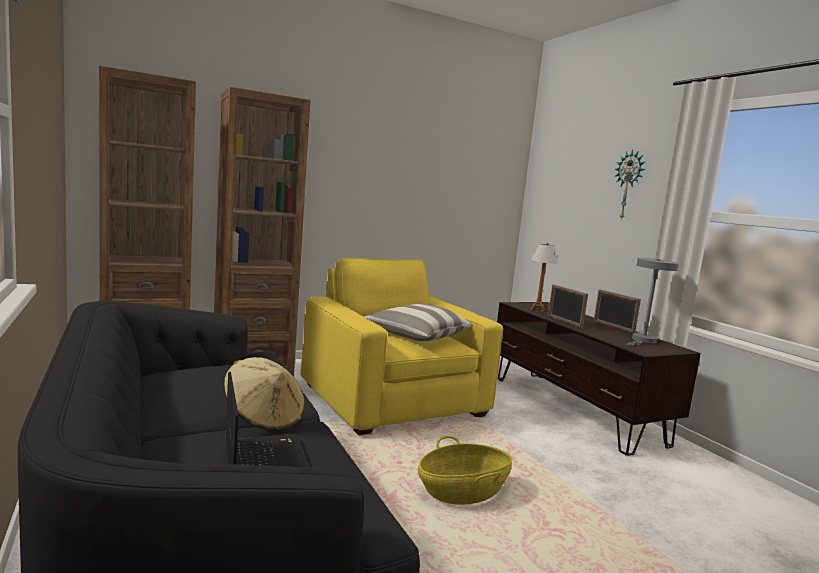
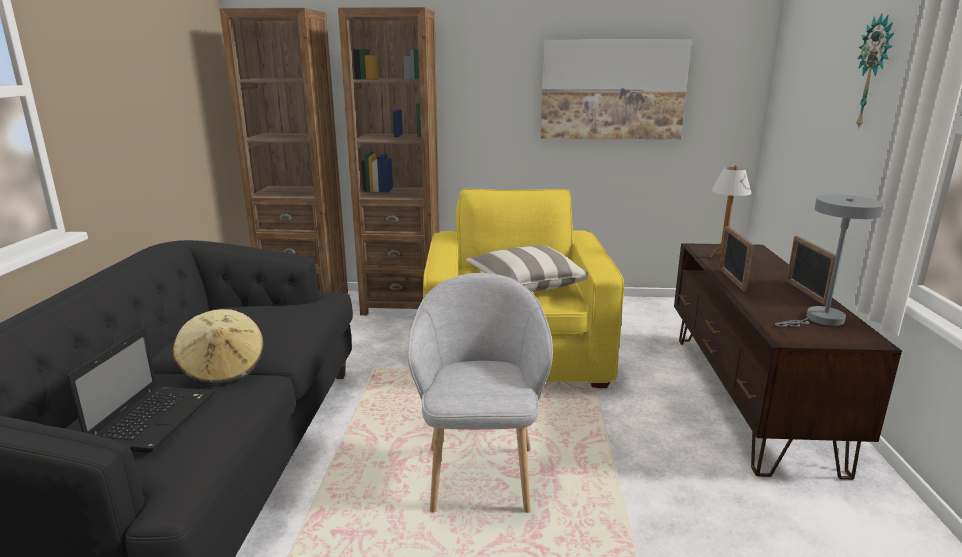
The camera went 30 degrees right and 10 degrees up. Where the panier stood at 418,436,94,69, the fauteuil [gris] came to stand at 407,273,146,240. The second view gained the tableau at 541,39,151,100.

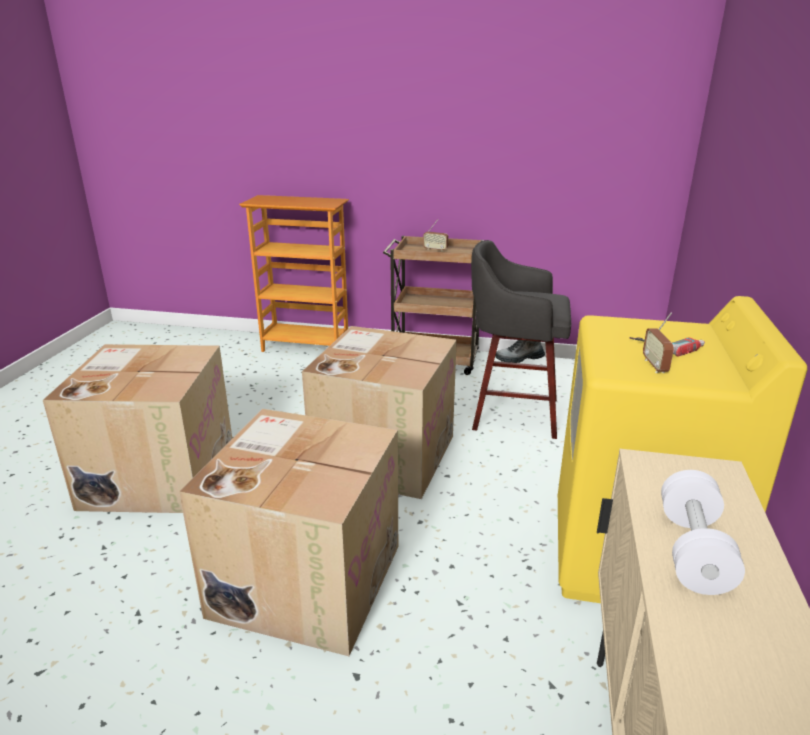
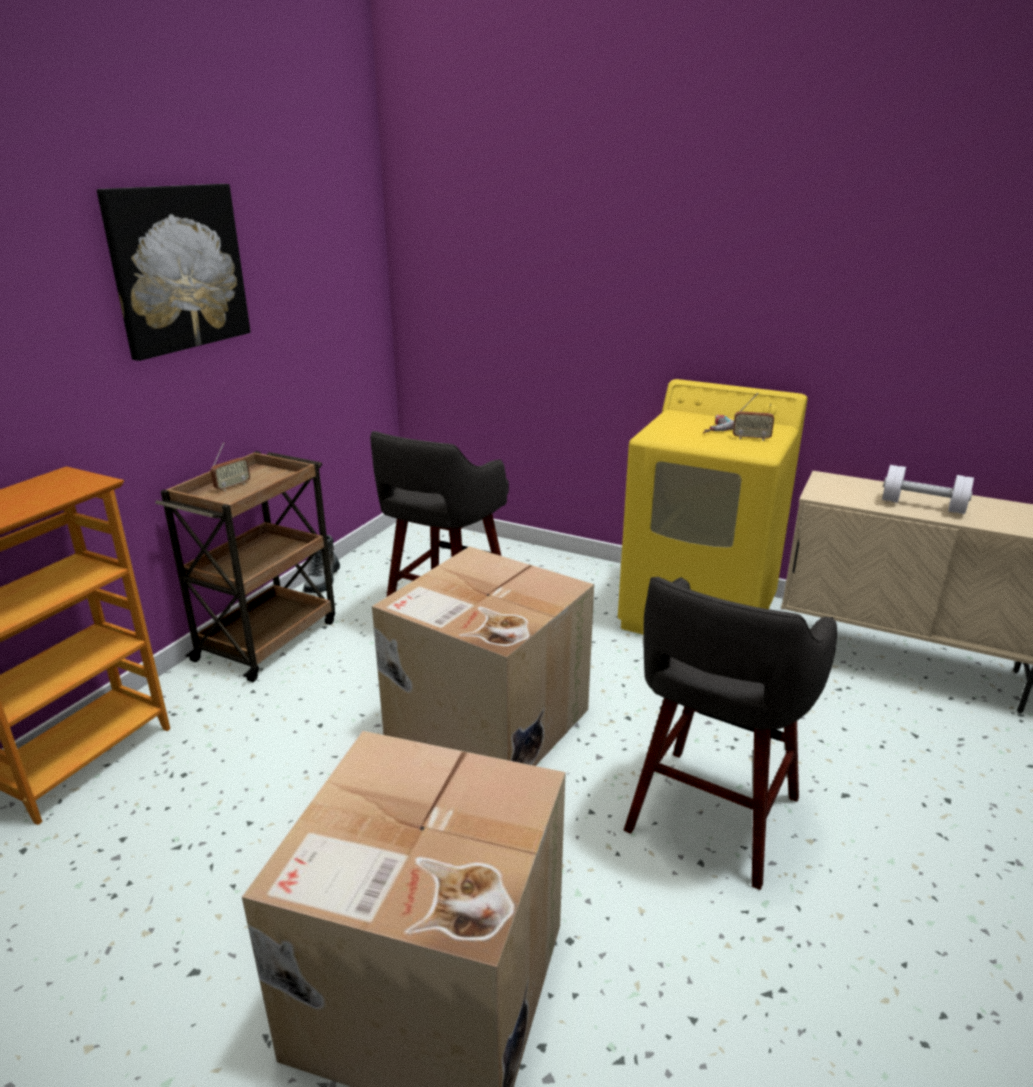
The camera went 75 degrees left and 0 degrees up. The second view gained the tableau at 97,184,153,177. Where the carton stood at 179,409,219,247, the tabouret [gris] came to stand at 624,577,213,313.

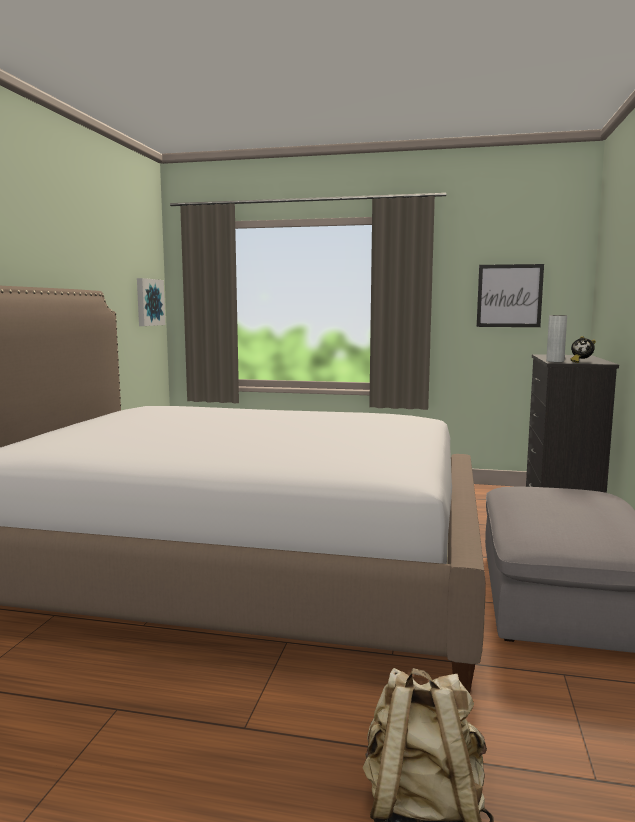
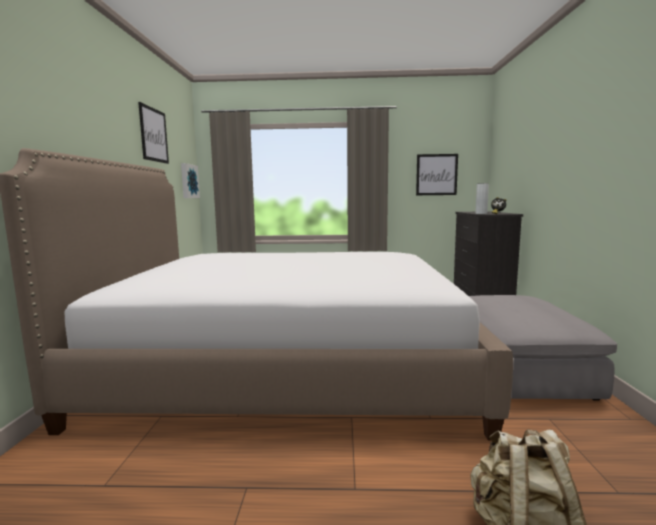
The camera went 10 degrees left and 0 degrees up. The second view gained the tableau at 138,102,31,62.

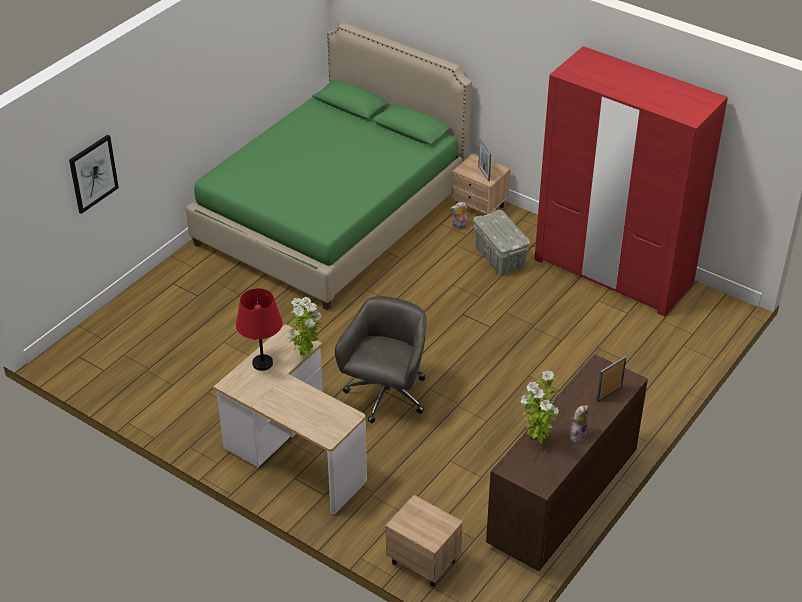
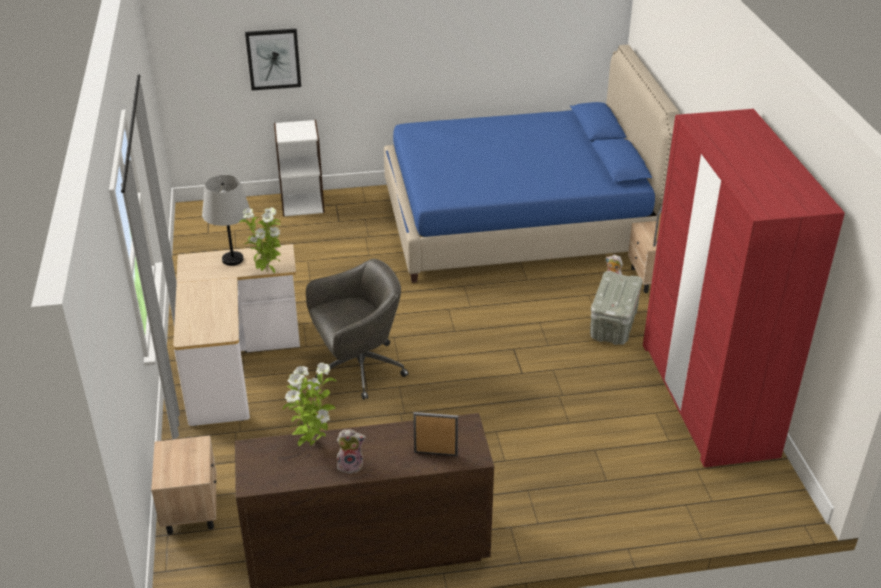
The camera went 45 degrees right and 5 degrees down. What was the lampe de table [rouge] at 236,288,46,83 turned into the lampe de table [gris] at 202,175,48,91. The second view gained the bibliothèque [blanc] at 274,120,51,97. What was the lit [vert] at 186,22,286,288 turned into the lit [bleu] at 384,45,295,238.

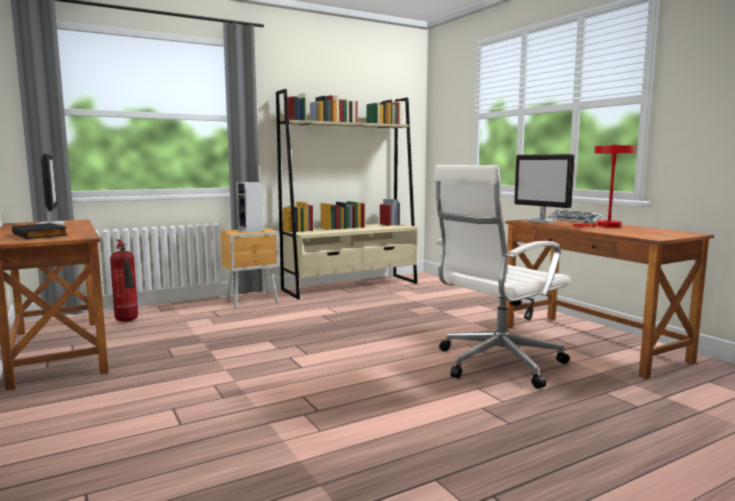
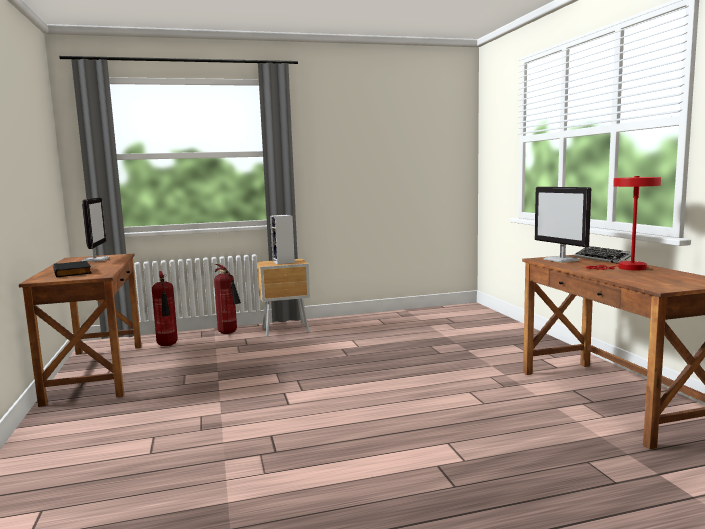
The camera went 15 degrees right and 0 degrees up. The second view gained the extincteur at 214,264,27,70. The second view lost the bibliothèque [beige] at 276,89,142,210. The second view lost the chaise de bureau [blanc] at 433,165,138,224.

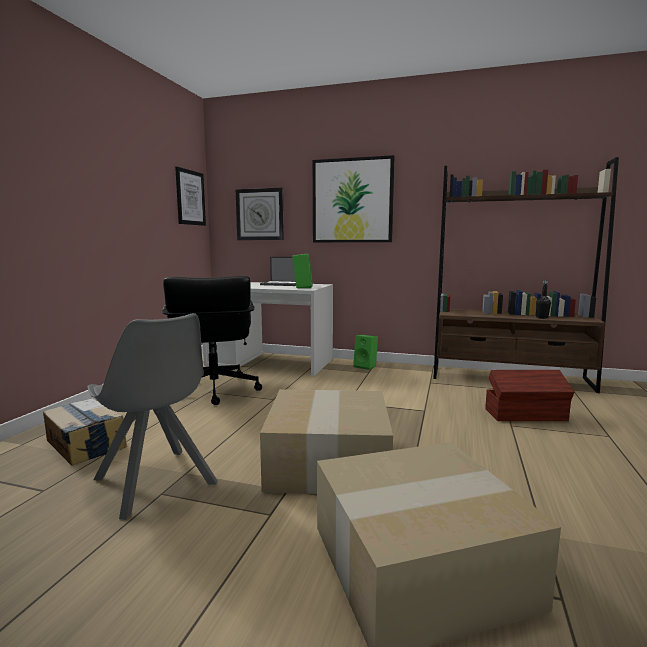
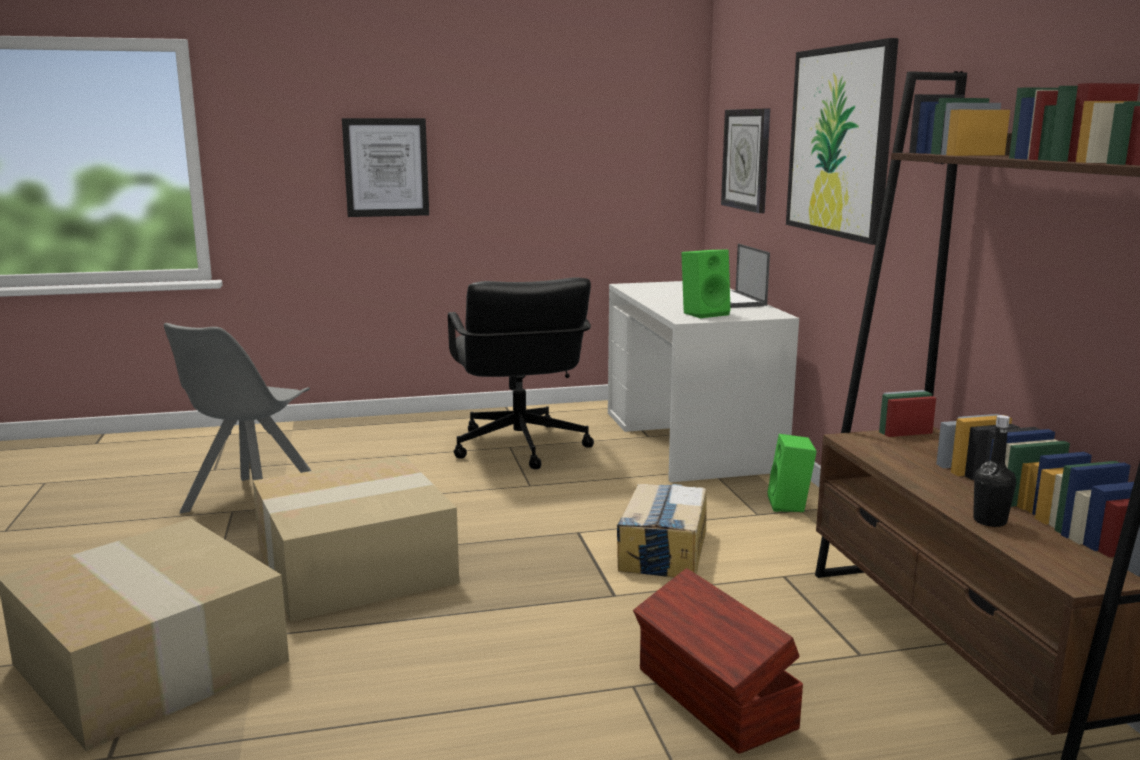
The camera went 60 degrees right and 5 degrees up. The tableau ended up elsewhere, having gone from 175,167,31,59 to 342,118,87,99. The chaise de bureau [noir] at 162,276,100,129 ended up facing another way, 60 degrees counterclockwise from before. The carton ended up elsewhere, having gone from 43,398,84,68 to 617,484,90,93.

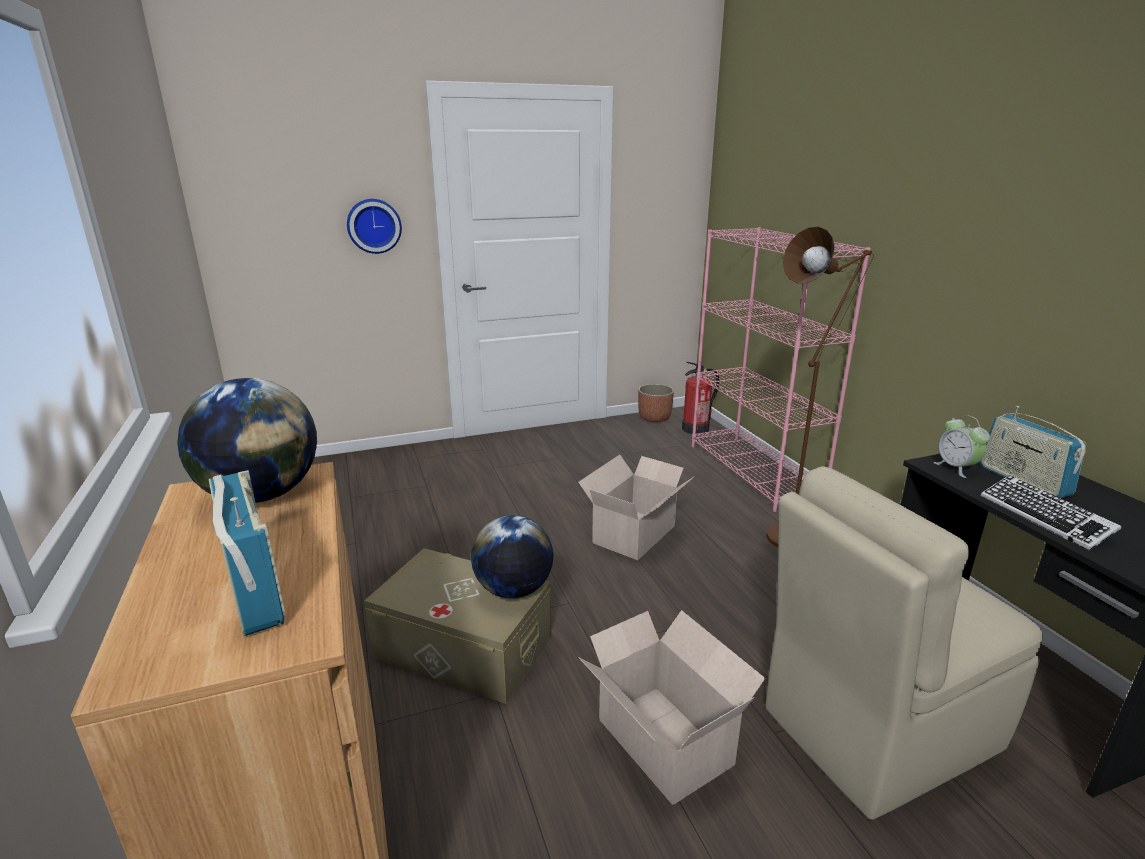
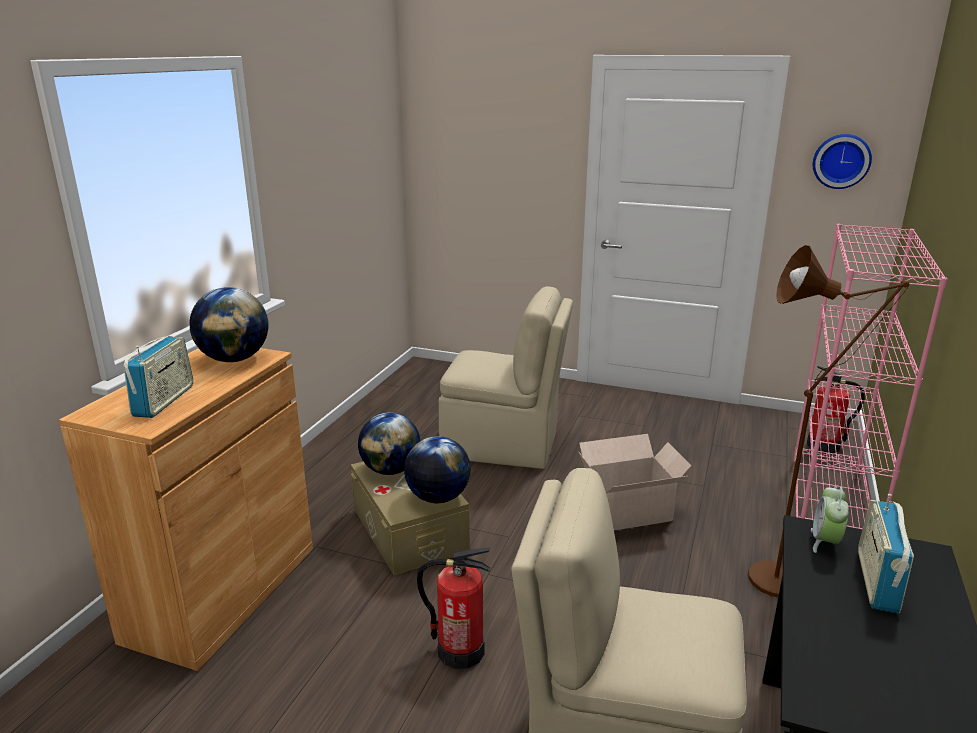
The camera went 40 degrees right and 0 degrees up. The second view gained the globe at 358,412,62,63. Where the carton stood at 578,610,187,195, the extincteur came to stand at 417,548,73,121. The second view gained the chaise [beige] at 439,286,134,183. The horloge murale ended up elsewhere, having gone from 347,199,55,55 to 813,134,59,55. The second view lost the cache-pot at 638,384,36,39. The second view lost the clavier at 981,475,140,76.

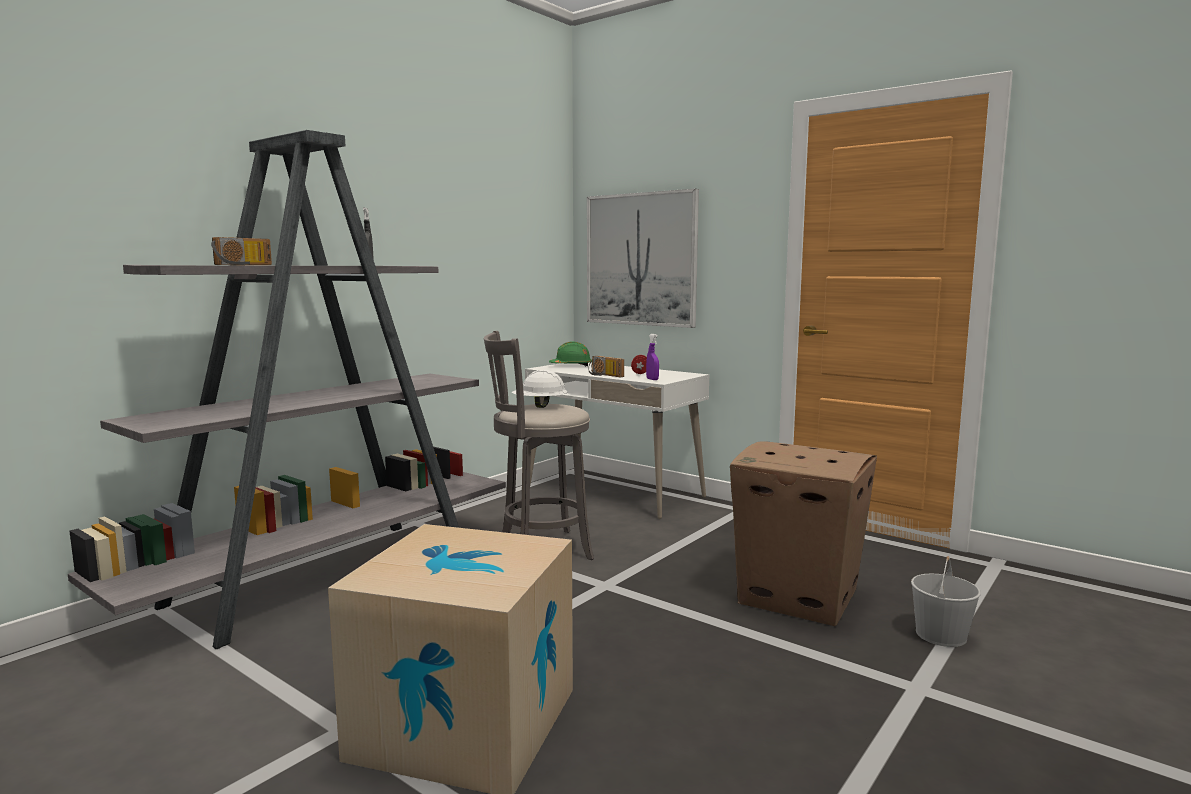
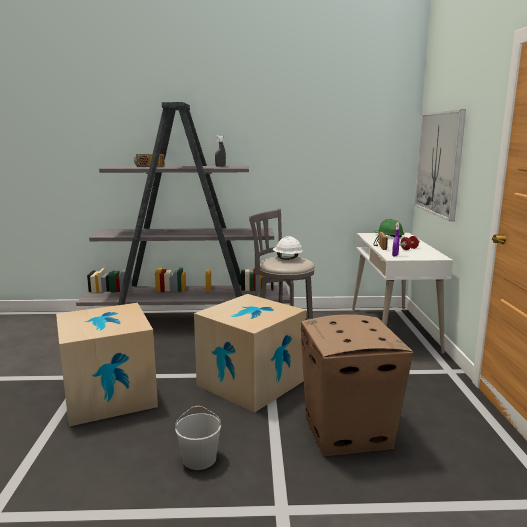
The camera went 50 degrees right and 5 degrees up. The seau [blanc] ended up elsewhere, having gone from 911,556,70,91 to 175,406,46,64. The second view gained the carton at 194,294,112,119.

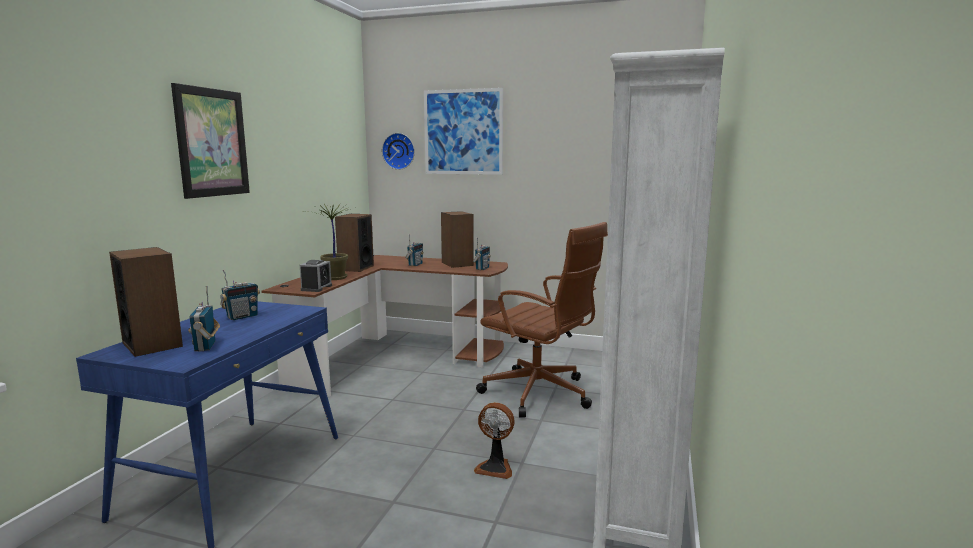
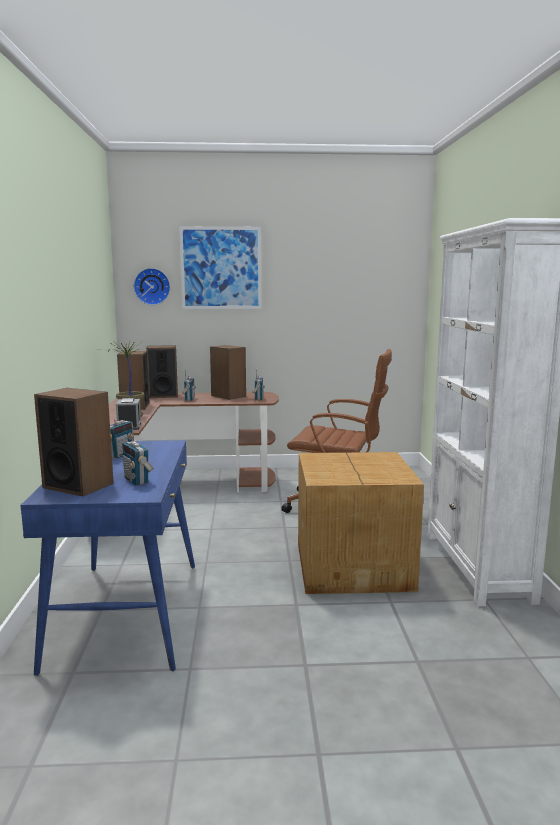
The camera went 20 degrees left and 0 degrees up. The second view gained the enceinte at 146,345,32,53. Where the ventilateur stood at 474,402,41,77, the carton came to stand at 298,452,126,142. The second view lost the tableau at 171,83,79,116.

